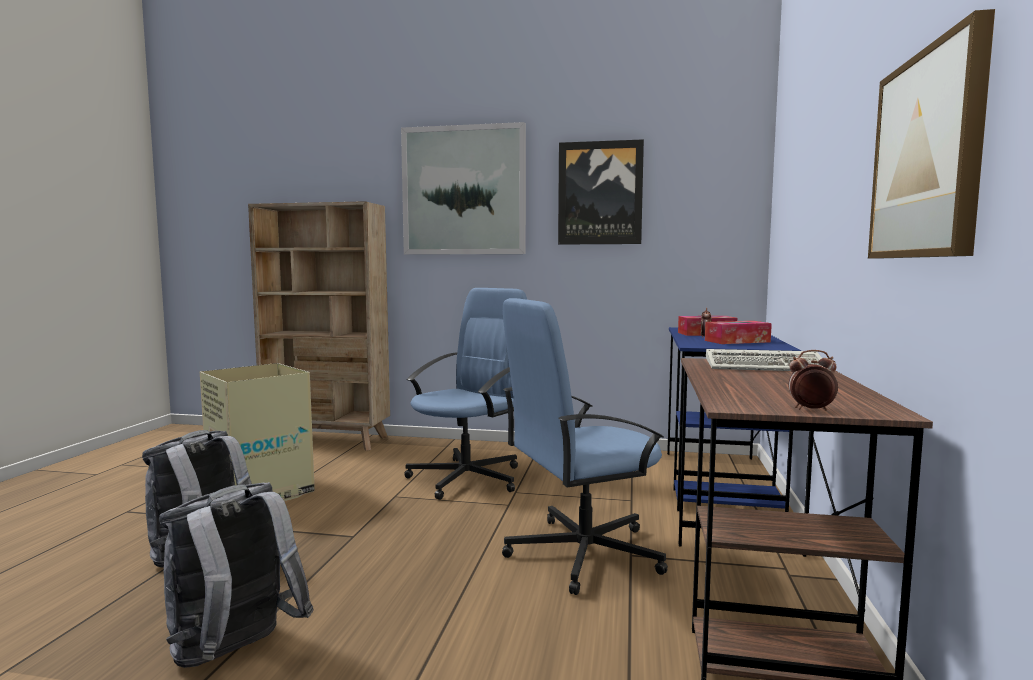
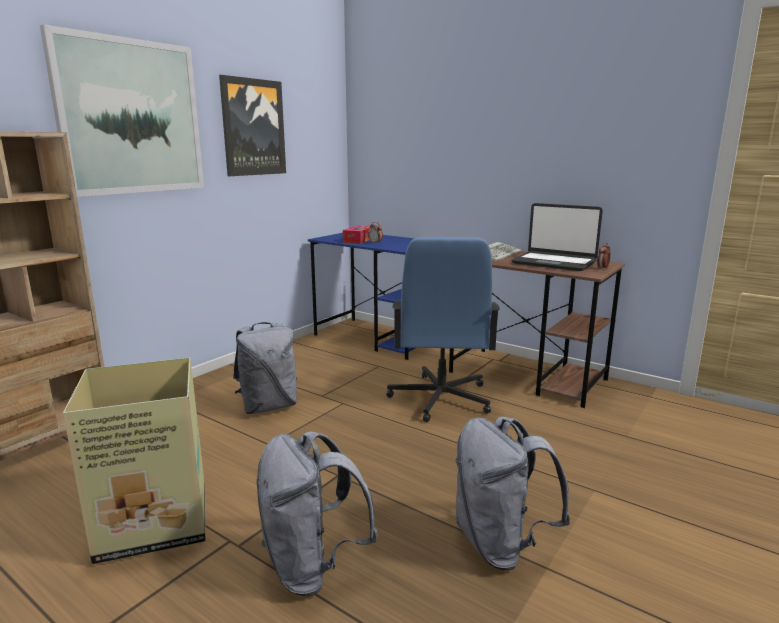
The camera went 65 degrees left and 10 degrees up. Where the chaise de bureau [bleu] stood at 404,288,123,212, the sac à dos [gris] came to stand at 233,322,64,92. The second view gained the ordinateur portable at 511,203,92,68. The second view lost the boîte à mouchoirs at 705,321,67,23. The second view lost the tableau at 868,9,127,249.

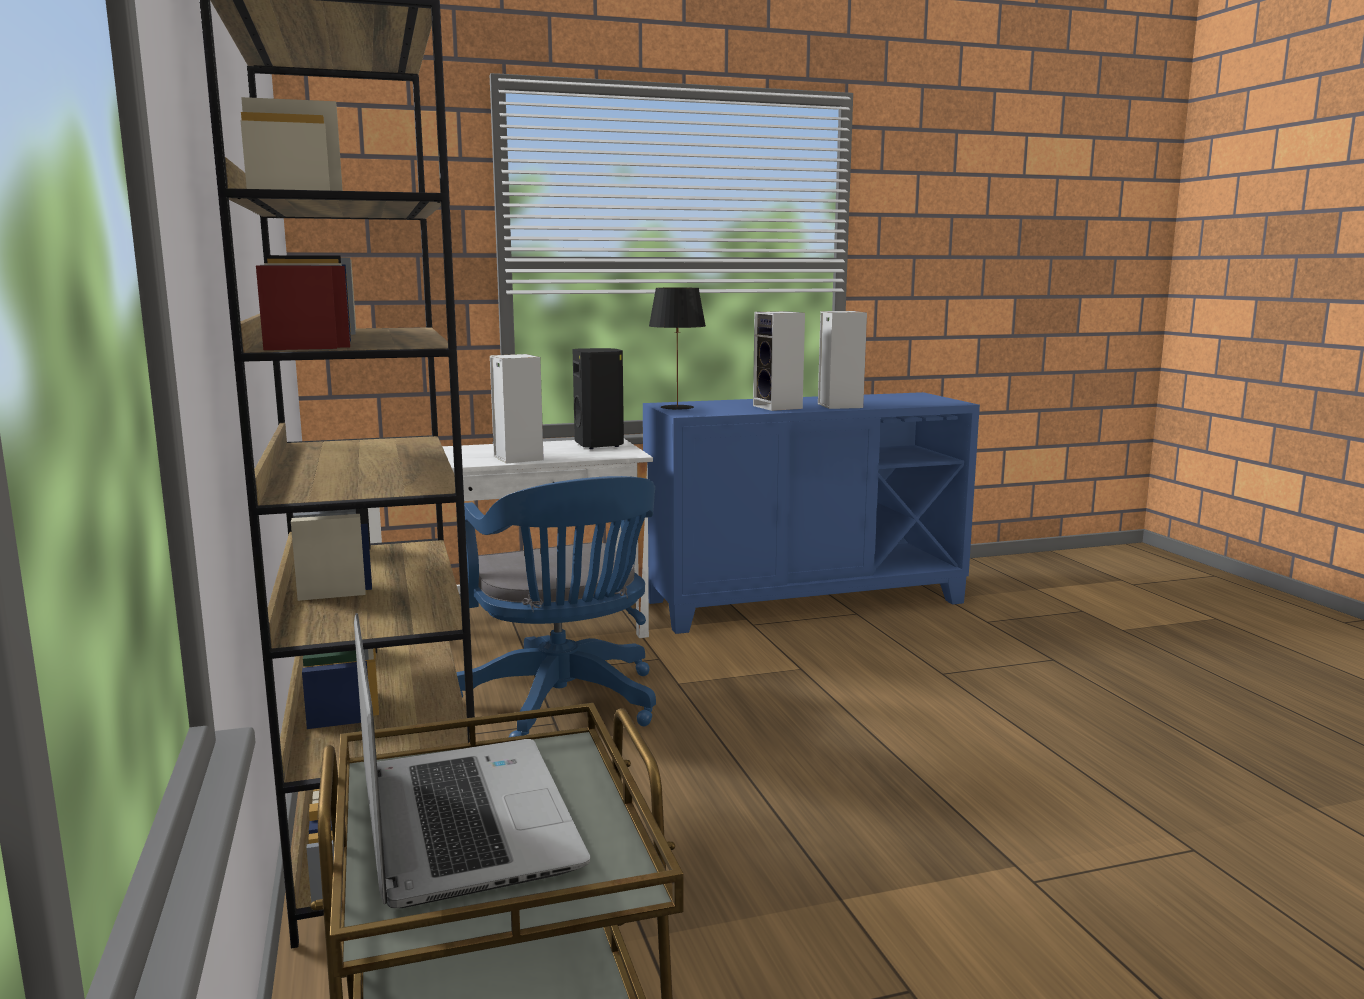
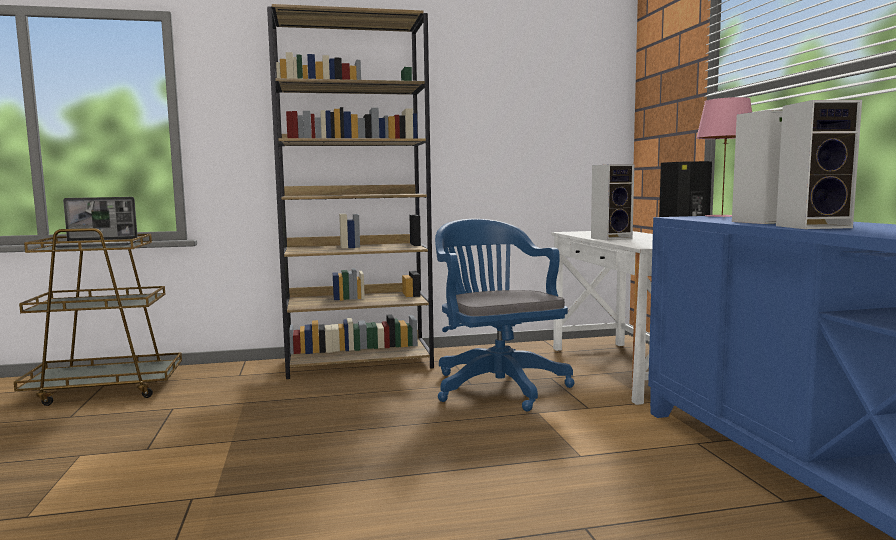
The camera went 95 degrees right and 5 degrees down. The chaise de bureau [bleu] at 456,476,200,261 ended up facing another way, 90 degrees clockwise from before. What was the lampe de table [noir] at 649,288,57,122 turned into the lampe de table [rose] at 696,97,56,120.

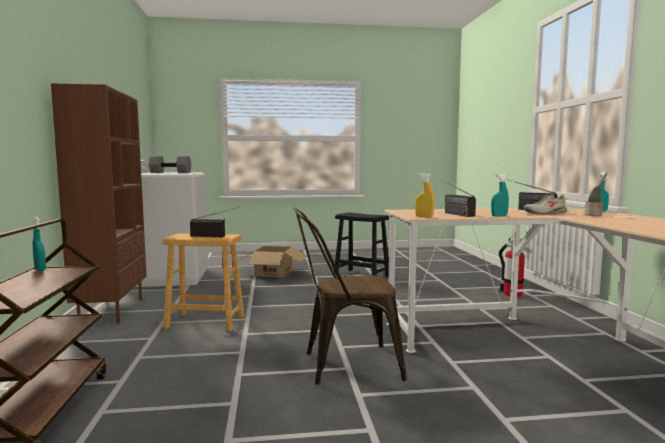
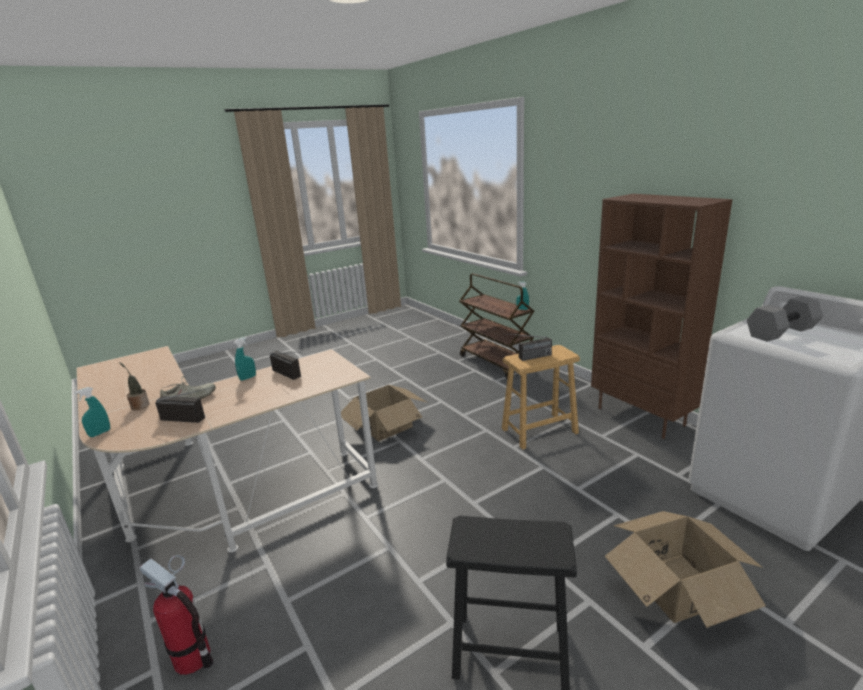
The camera went 155 degrees right and 15 degrees up. Where the chaise [marron] stood at 294,207,113,178, the carton came to stand at 341,385,87,56. The second view lost the vaporisateur [jaune] at 415,173,19,45.

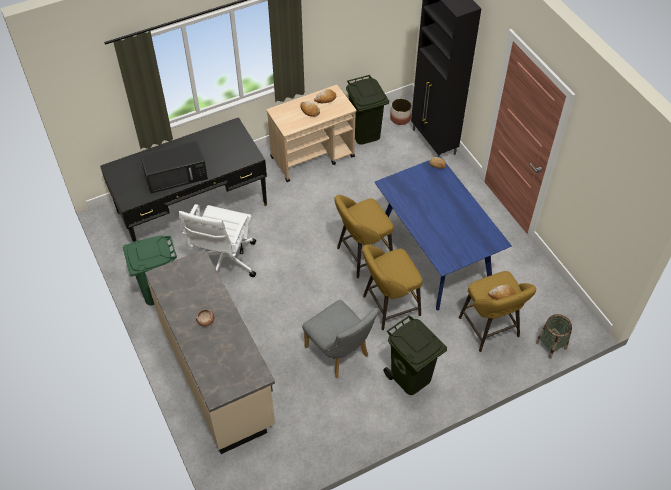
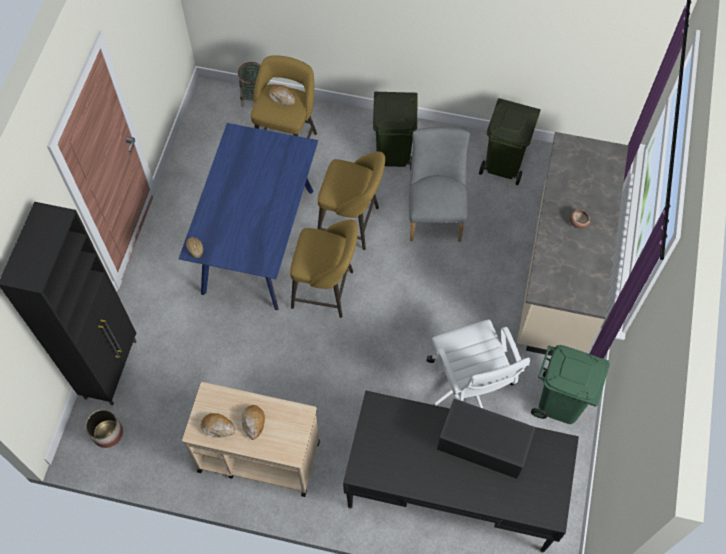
The camera went 140 degrees left and 10 degrees up. The chaise de bureau [blanc] at 179,204,77,73 ended up facing another way, 105 degrees clockwise from before. The poubelle [vert] ended up elsewhere, having gone from 346,75,43,70 to 479,98,62,87.

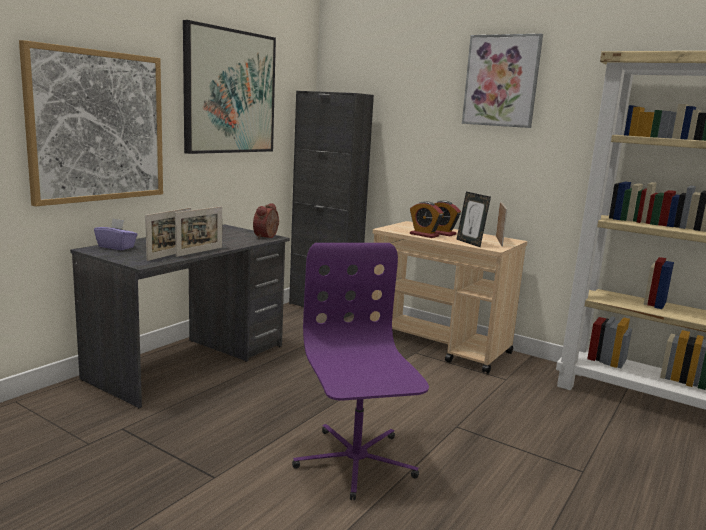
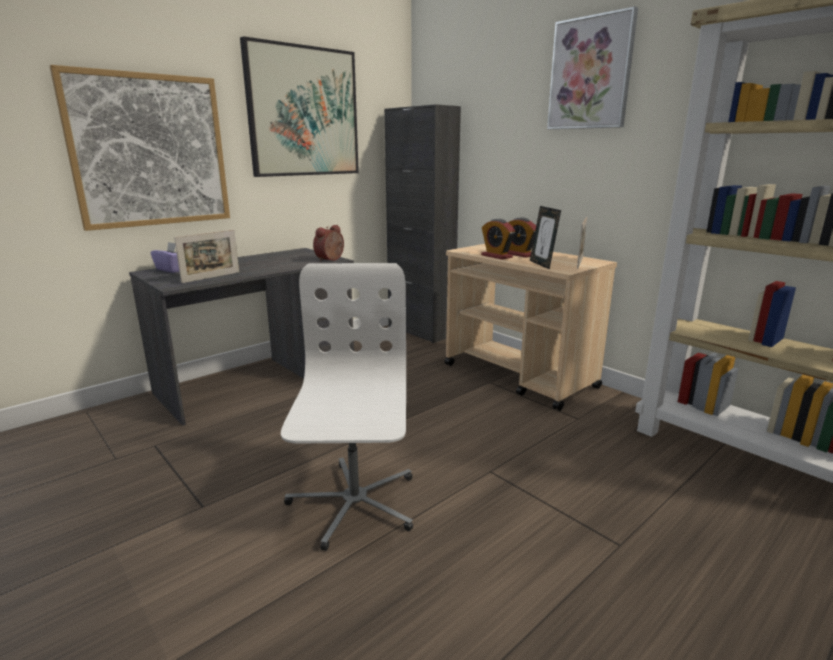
The camera went 15 degrees right and 5 degrees up. What was the chaise de bureau [violet] at 292,243,137,257 turned into the chaise de bureau [blanc] at 281,263,132,288. The second view lost the cadre photo at 175,206,47,51.

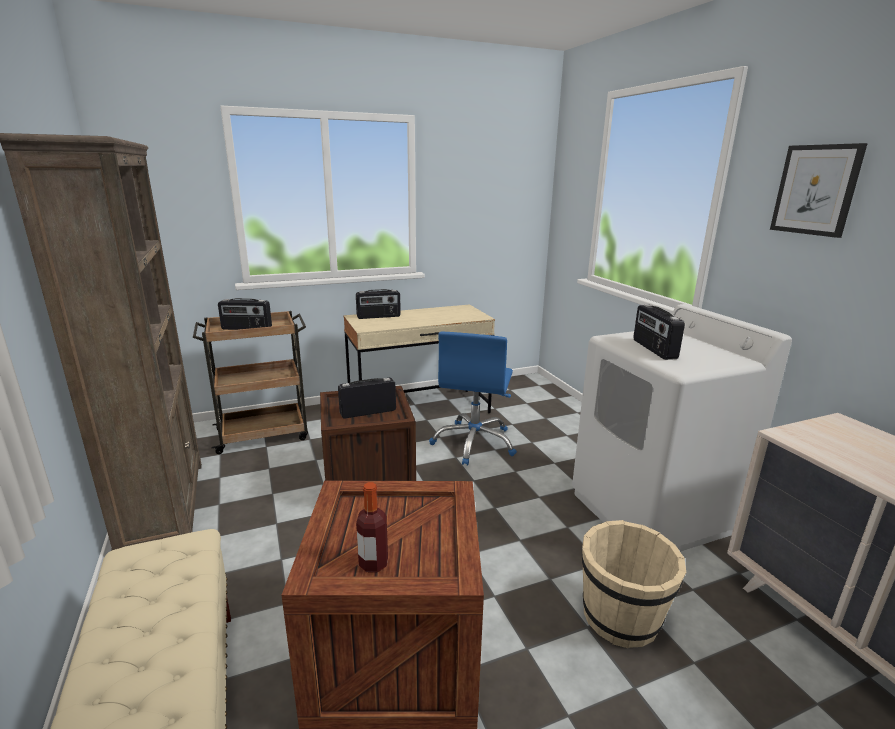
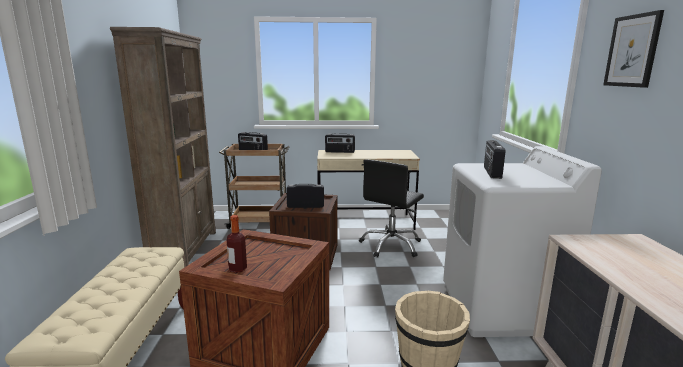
The camera went 20 degrees right and 5 degrees down. What was the chaise de bureau [bleu] at 429,332,88,134 turned into the chaise de bureau [noir] at 359,159,65,99.

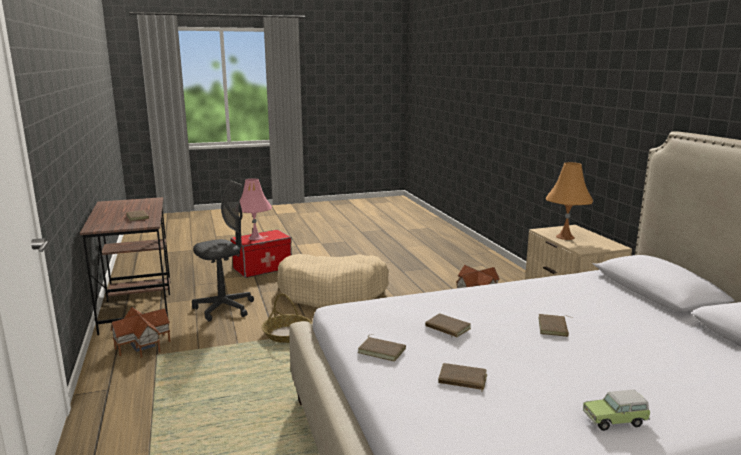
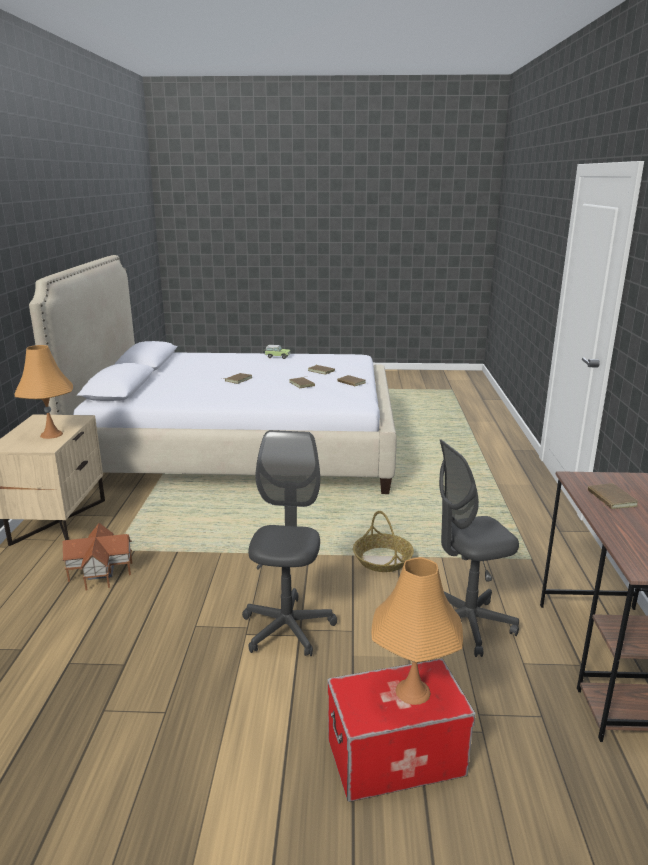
The camera went 160 degrees left and 5 degrees up. Where the panier pour chien [beige] stood at 277,254,112,54, the chaise de bureau [gris] came to stand at 242,430,95,226. What was the lampe de table [rose] at 240,178,32,62 turned into the lampe de table [orange] at 371,557,92,148. The second view lost the maison miniature at 110,307,60,51.

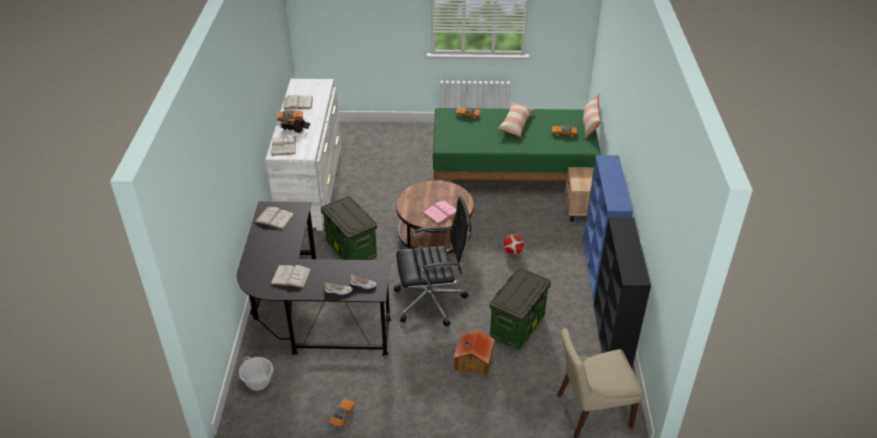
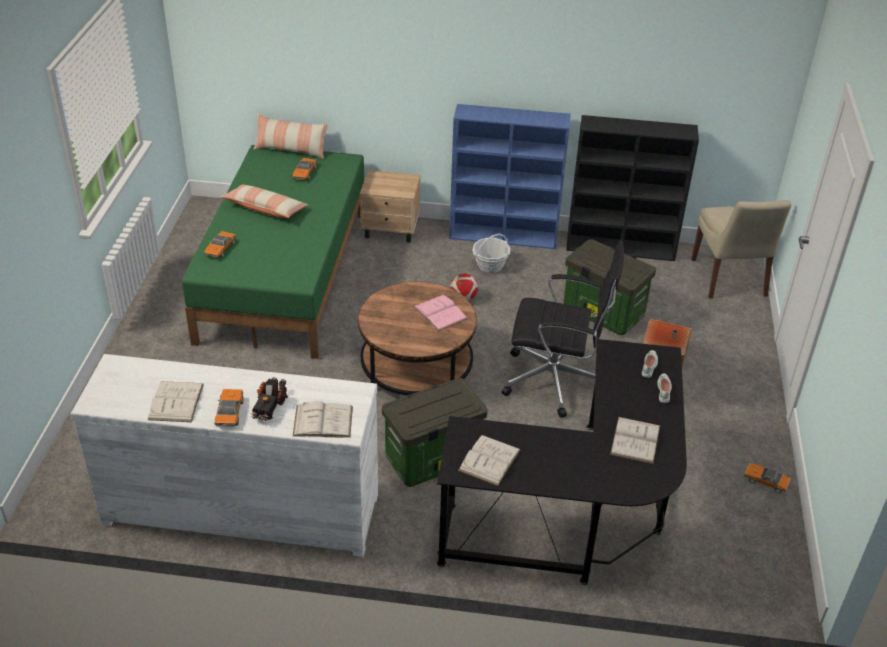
The camera went 85 degrees left and 0 degrees up. The panier ended up elsewhere, having gone from 239,356,34,35 to 473,234,37,39. The chaise de bureau [noir] at 394,196,77,131 ended up facing another way, 105 degrees clockwise from before.

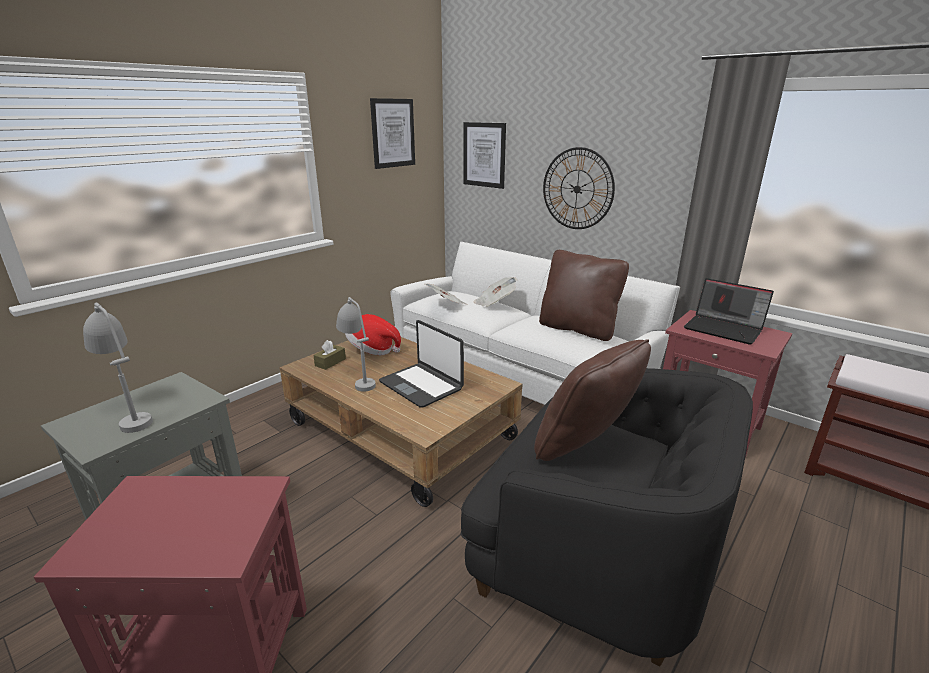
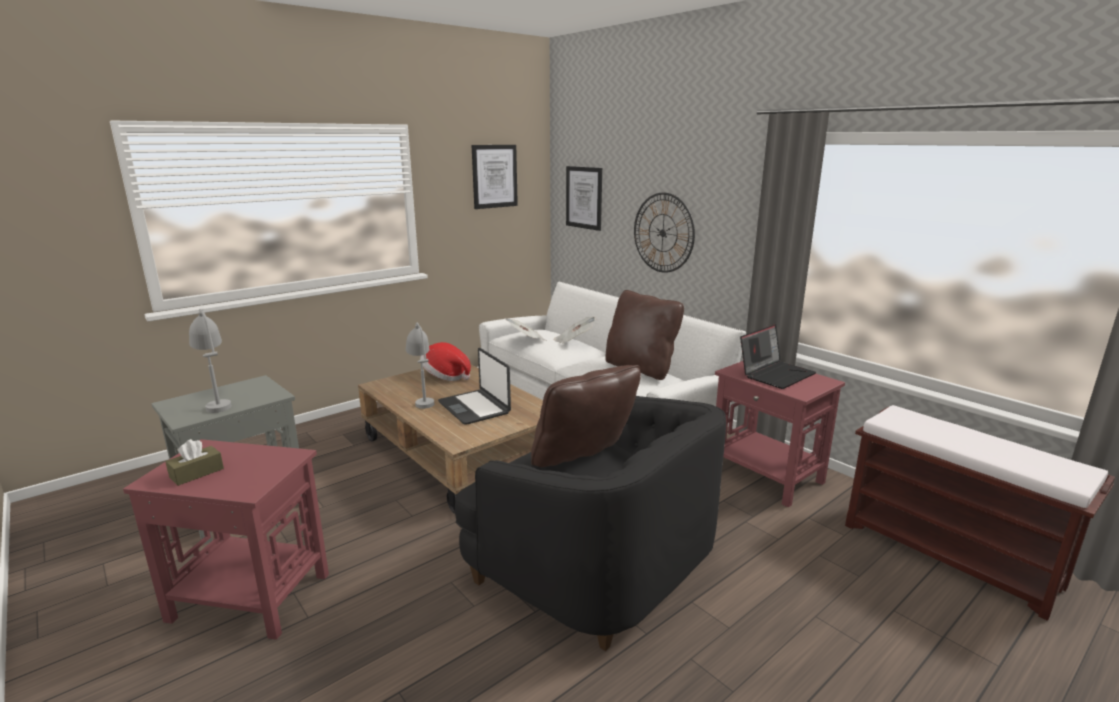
The camera went 10 degrees right and 5 degrees down. The boîte à mouchoirs [marron] ended up elsewhere, having gone from 313,340,33,30 to 166,439,58,47. The ordinateur portable at 684,278,90,67 ended up facing another way, 90 degrees counterclockwise from before.

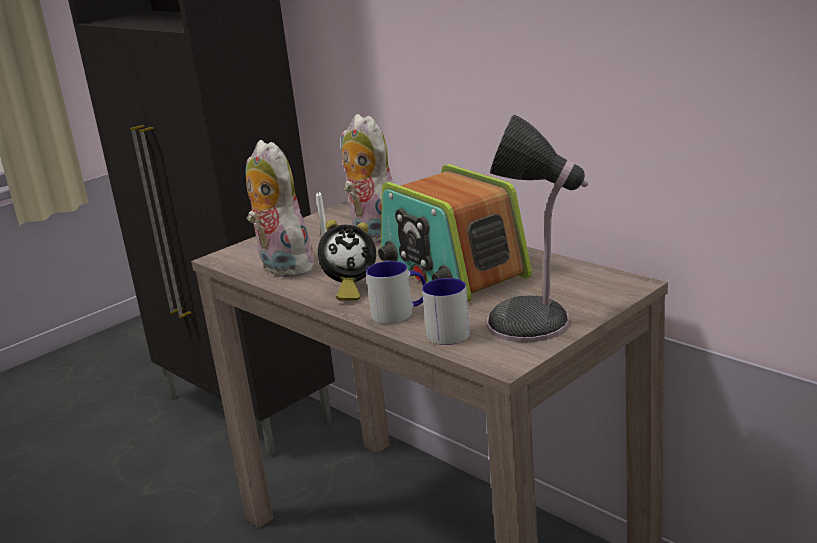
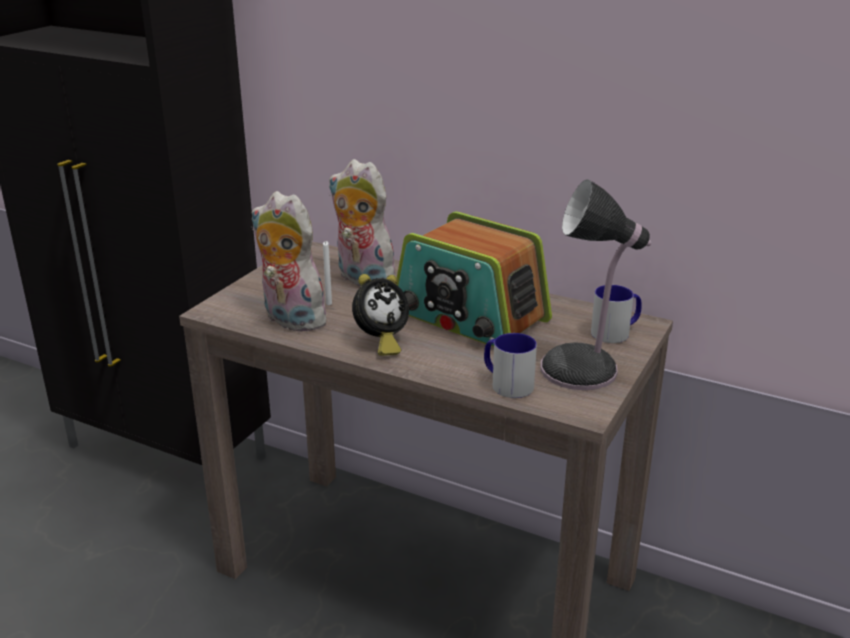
The camera went 20 degrees left and 5 degrees up. The mug ended up elsewhere, having gone from 366,261,60,63 to 591,285,51,58.

